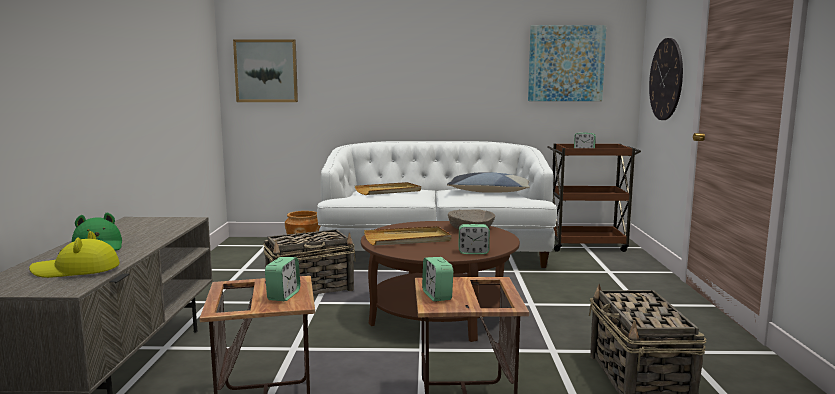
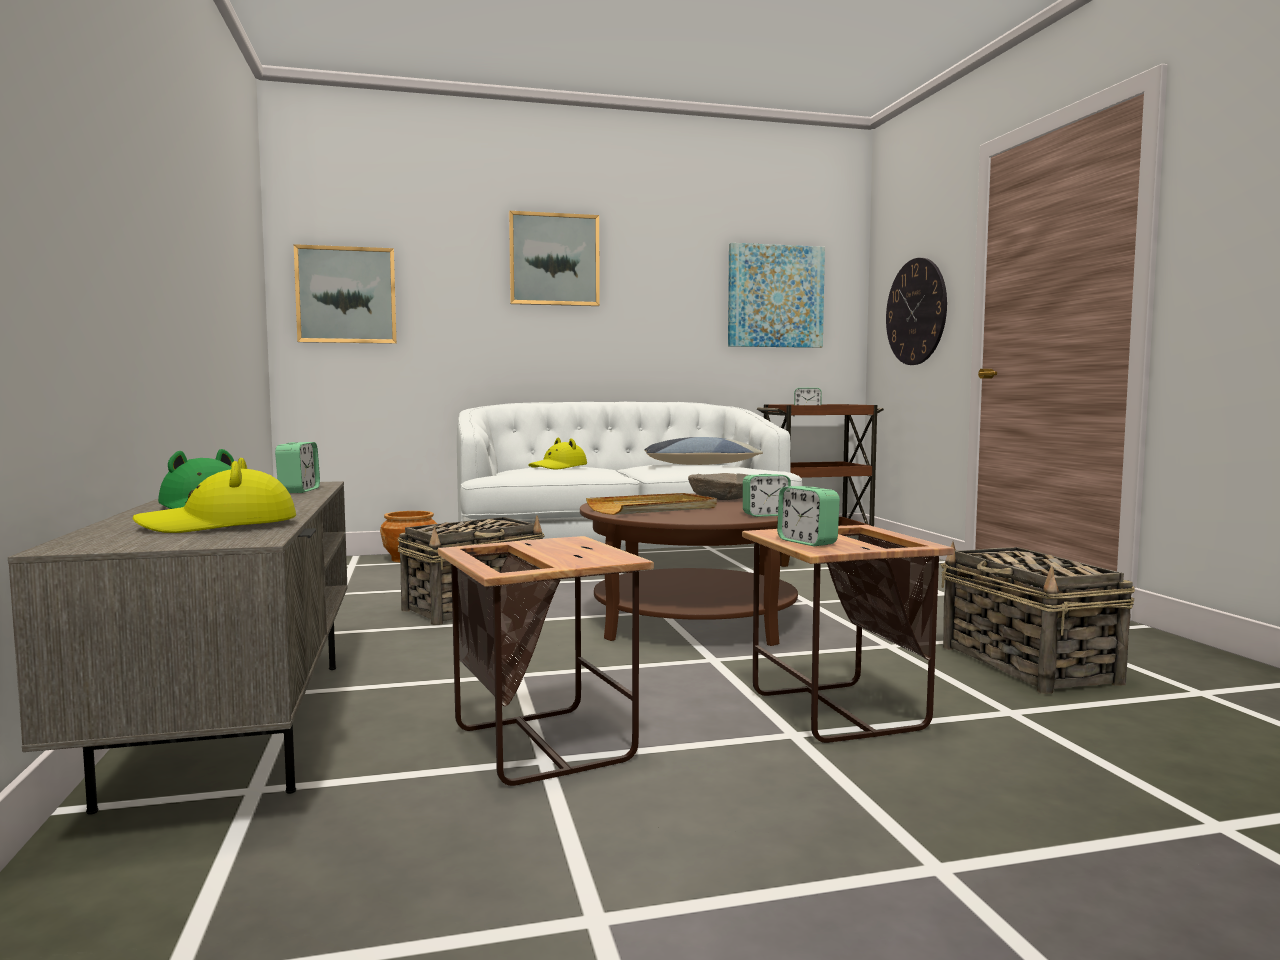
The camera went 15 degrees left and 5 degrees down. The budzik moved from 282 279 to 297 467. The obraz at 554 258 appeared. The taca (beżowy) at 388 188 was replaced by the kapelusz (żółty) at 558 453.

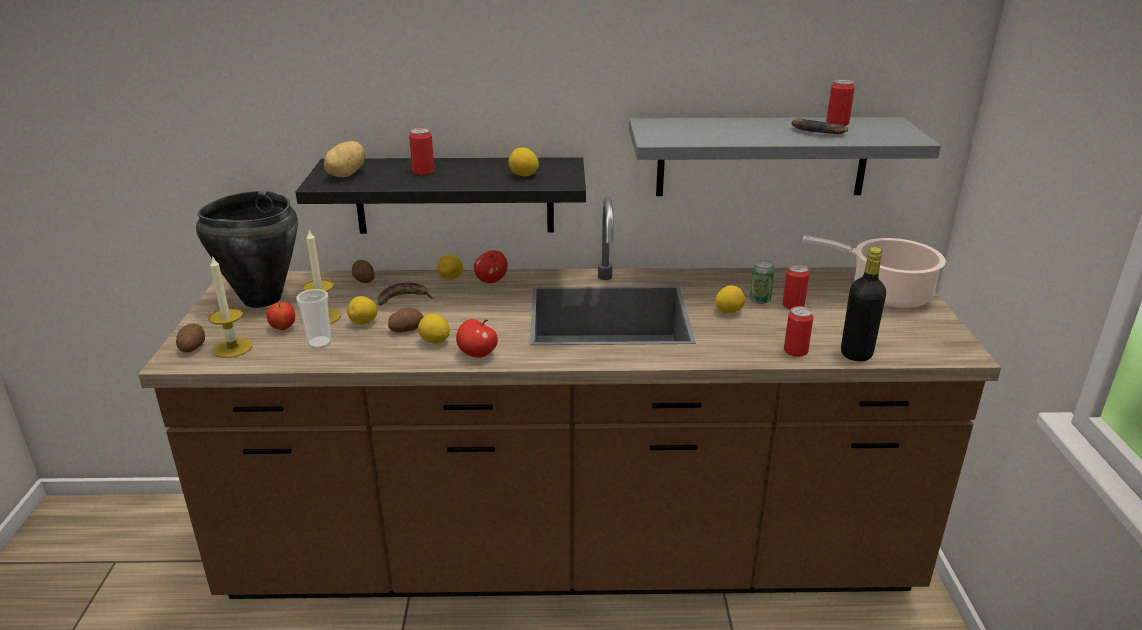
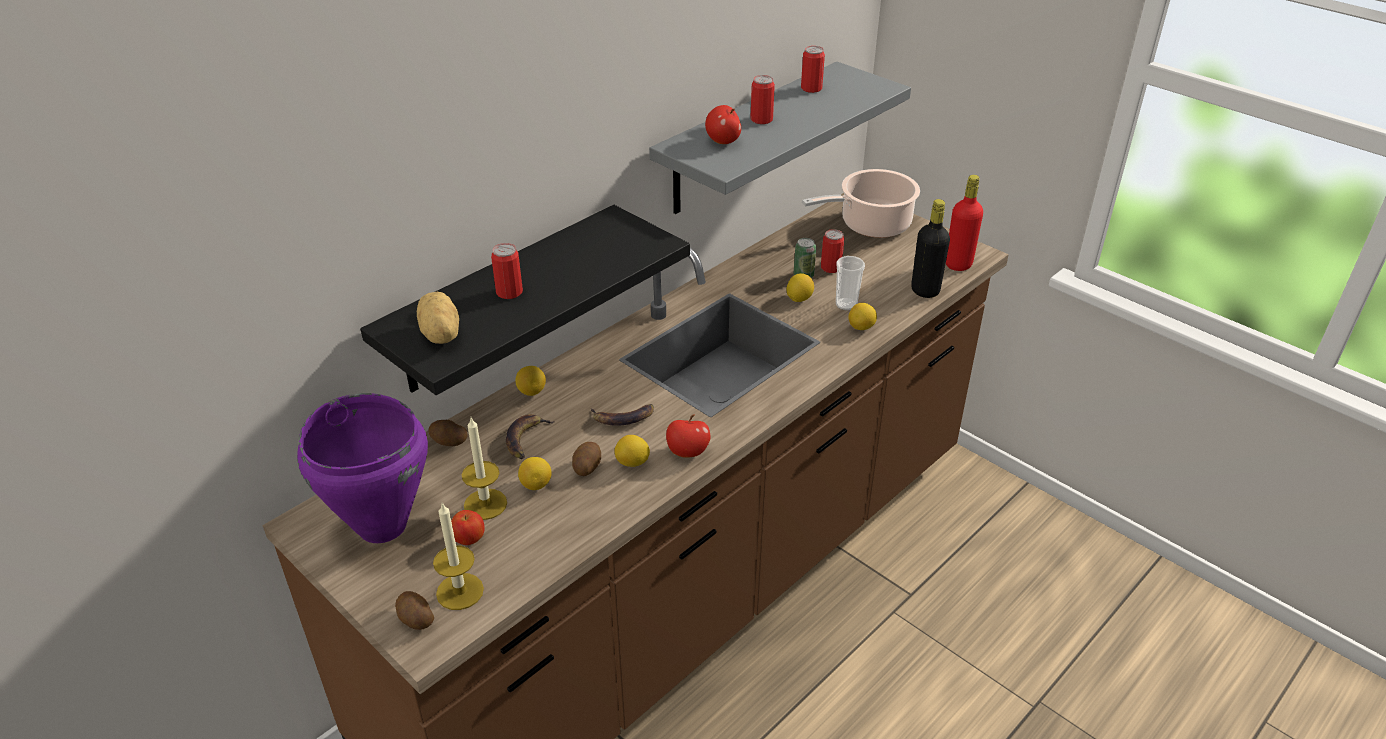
The camera went 45 degrees left and 10 degrees up. The garnek (czarny) at 247 249 became the garnek (fioletowy) at 362 468. The banan moved from 819 126 to 622 415. The jabłko moved from 491 266 to 723 124. The puszka moved from 798 331 to 762 99. The filiżanka moved from 314 319 to 850 283. The cytryna moved from 523 161 to 863 316. The butelka (czerwony) at 964 223 appeared.

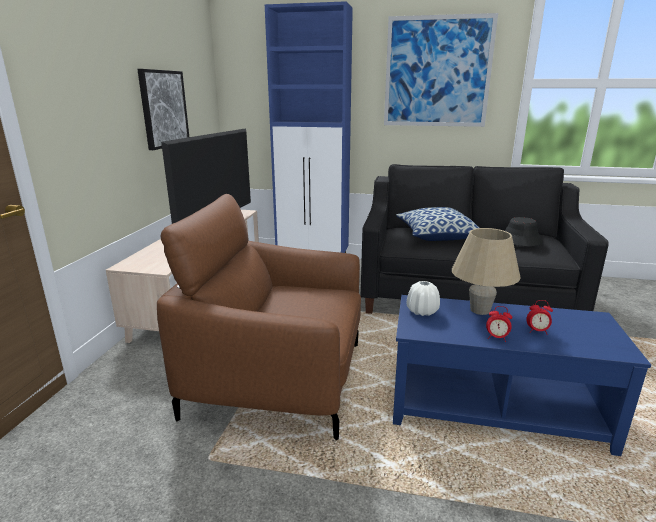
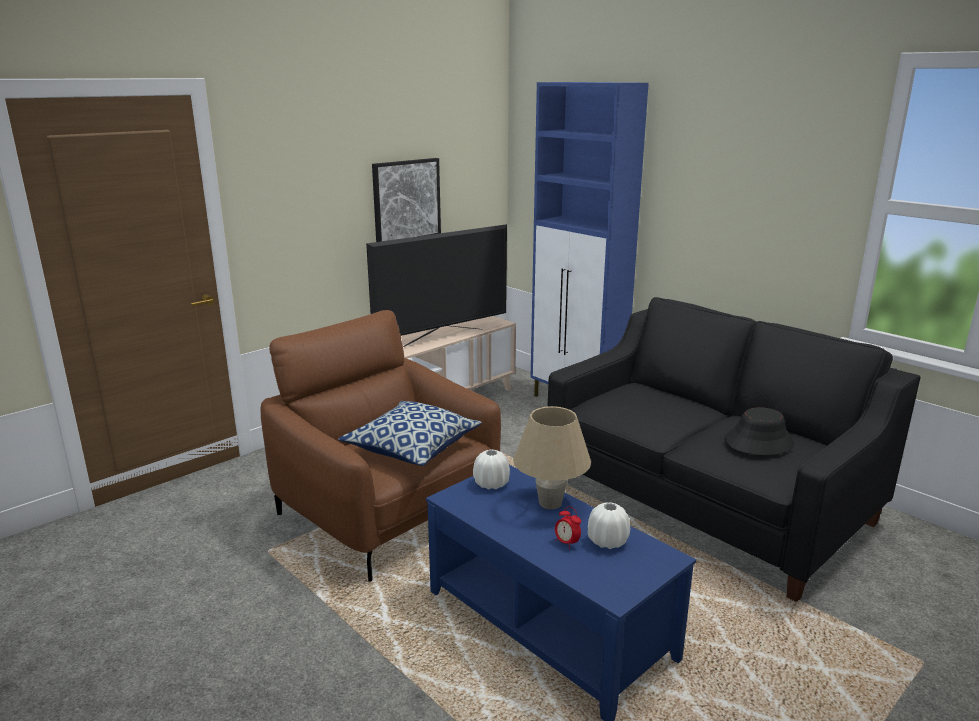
The camera went 35 degrees right and 0 degrees up. The poduszka moved from 437 224 to 410 433. The wazon (biały) at 609 525 appeared. The obraz at 441 70 disappeared. The budzik at 499 324 disappeared.

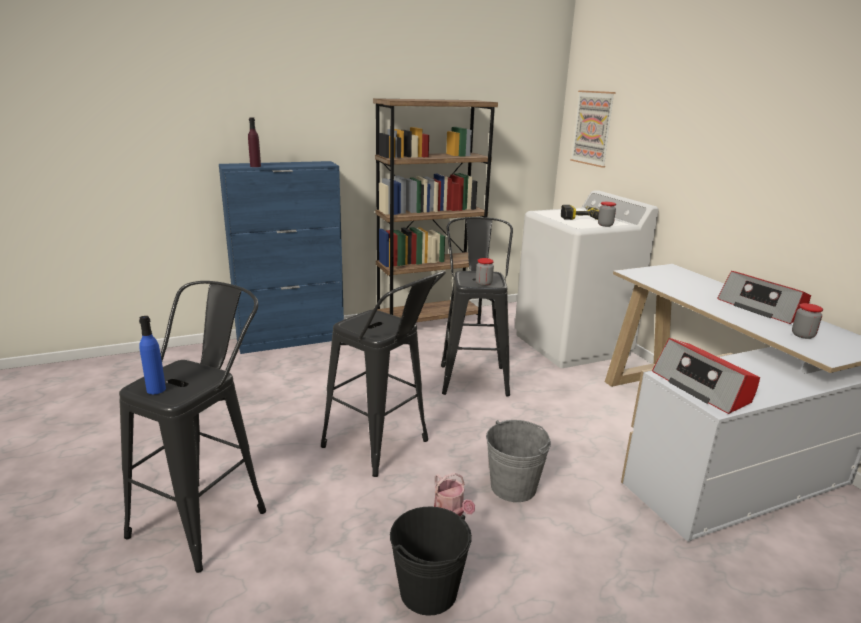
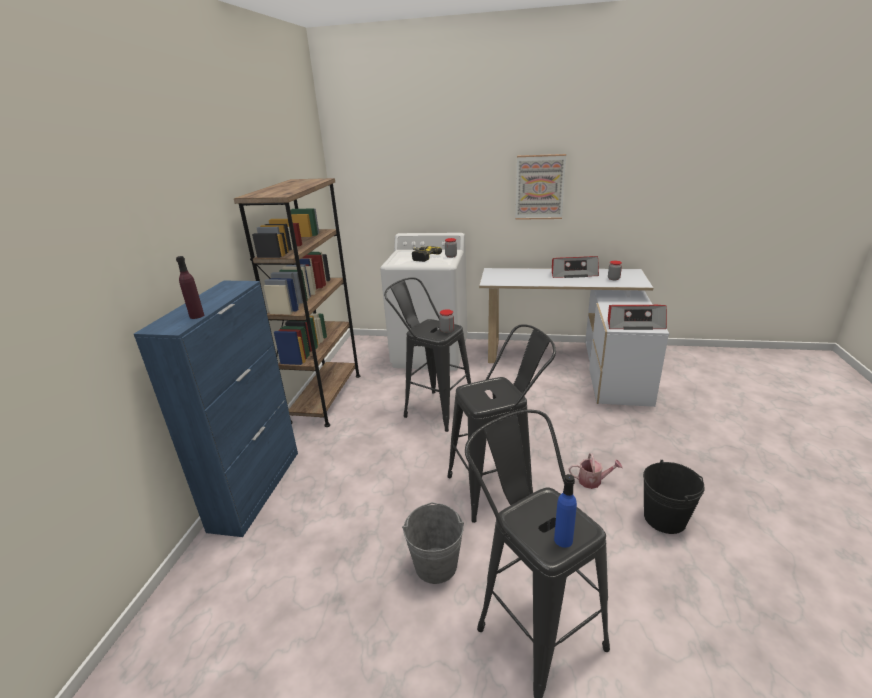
The camera went 55 degrees left and 5 degrees up. The wiadro (szary) moved from 518 461 to 433 543. The obraz moved from 593 129 to 540 187.

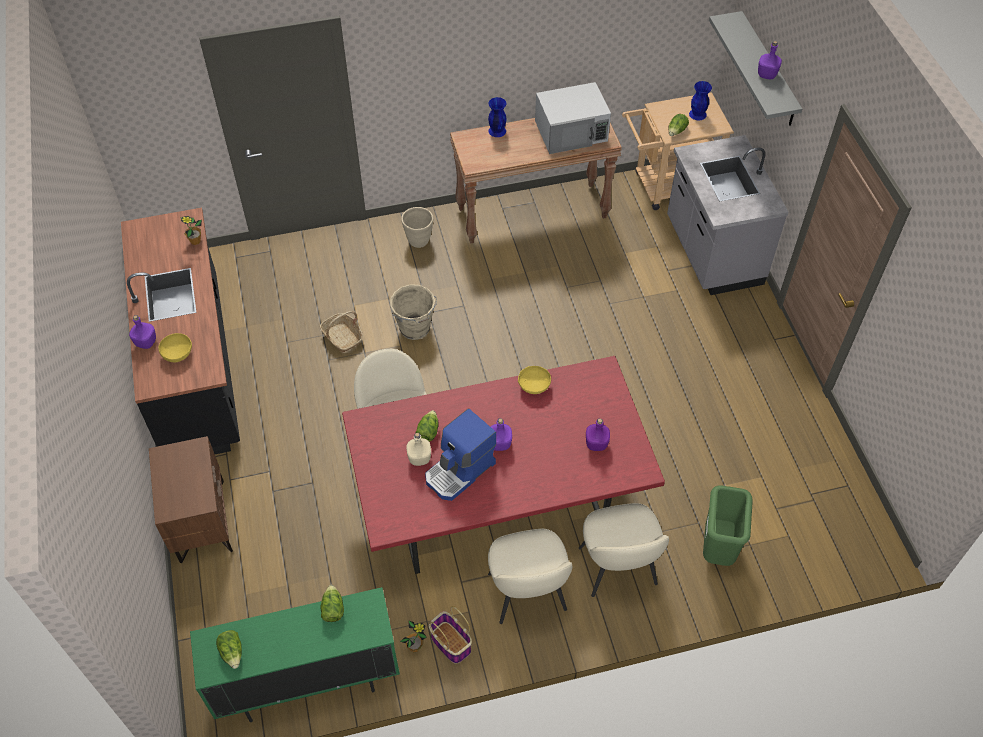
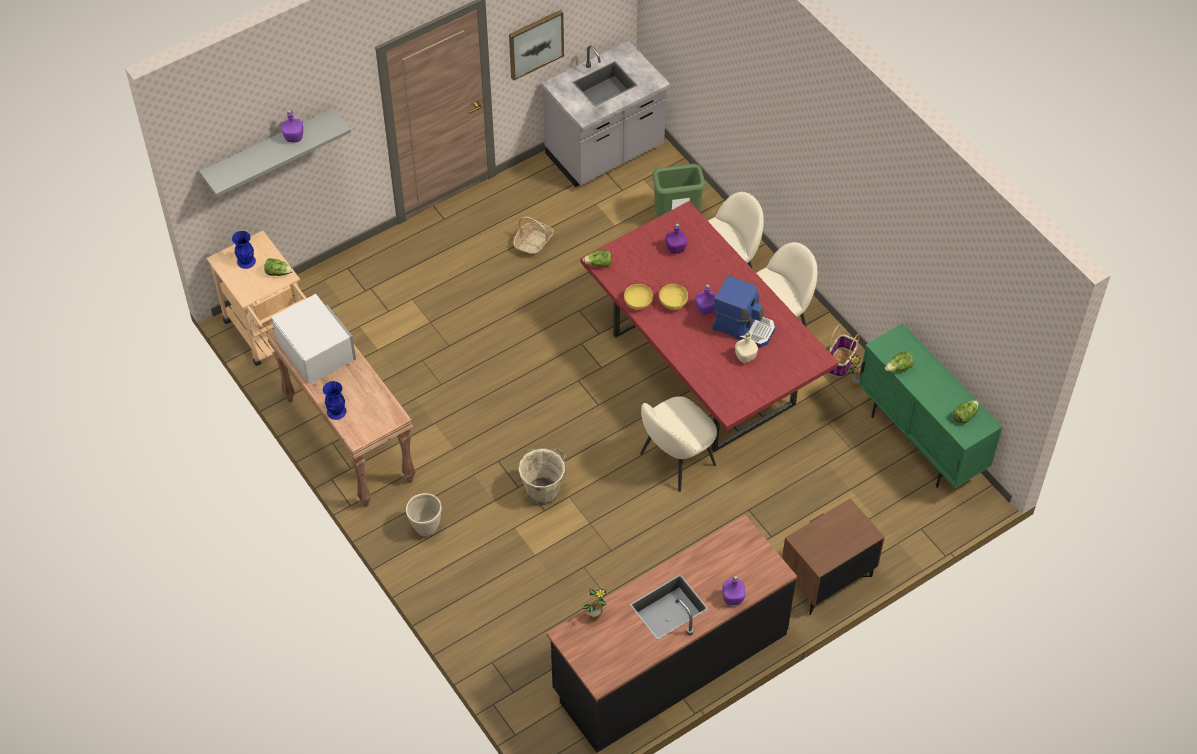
The camera went 110 degrees left and 0 degrees up. The obraz at 536 45 appeared. The koszyk moved from 341 331 to 533 237. The zabudowa kuchenna (szary) moved from 728 215 to 606 114. The sałata moved from 427 426 to 597 258. The miska (żółty) moved from 175 347 to 673 297.

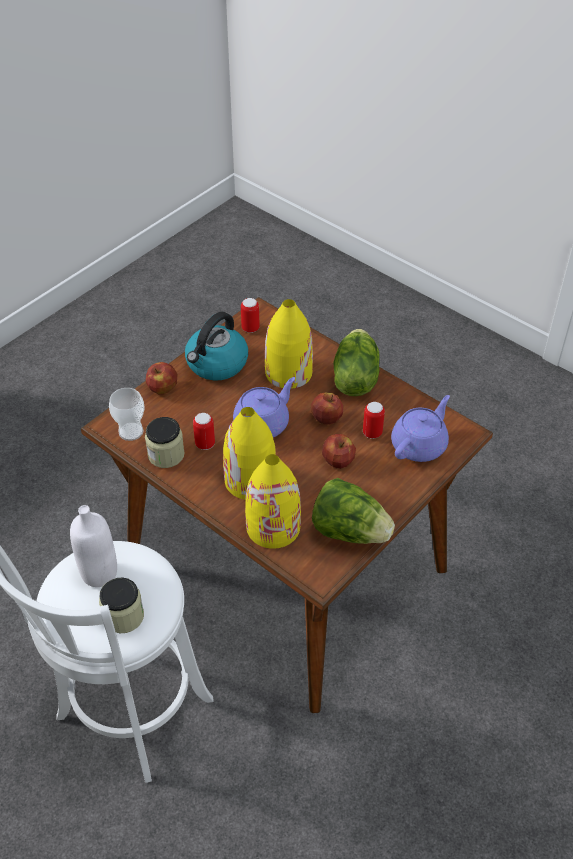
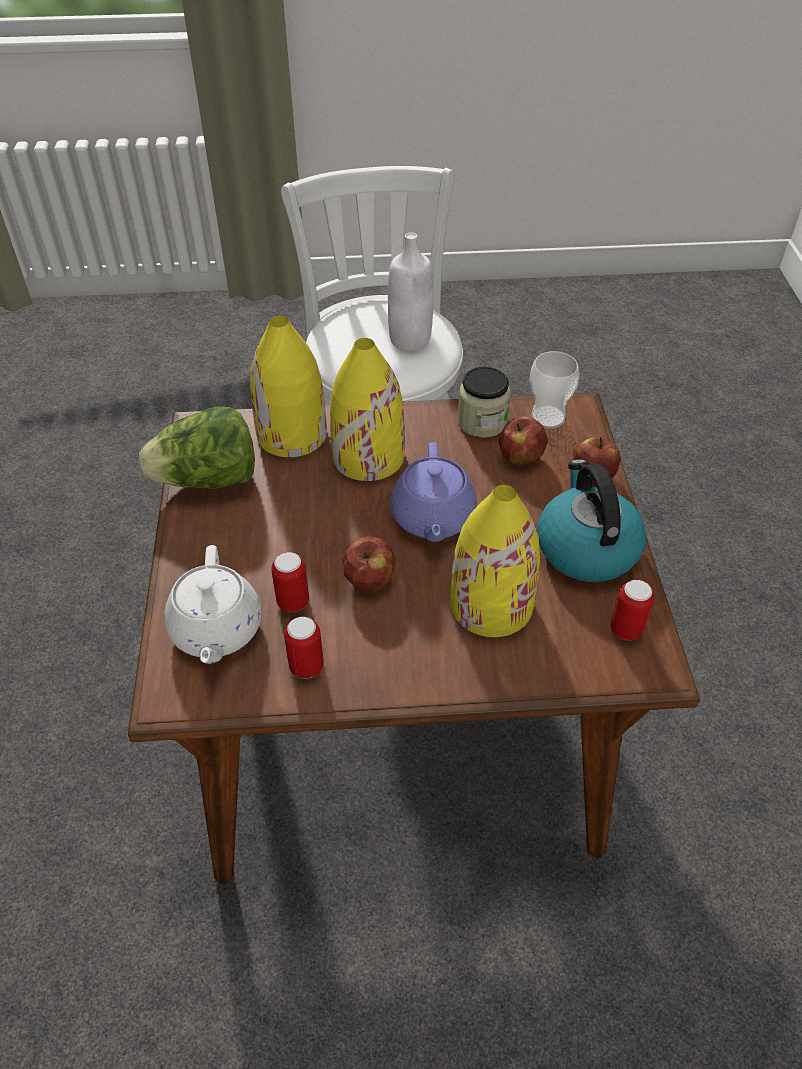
The camera went 135 degrees right and 0 degrees up. The imbryk (fioletowy) at 420 428 became the imbryk (biały) at 213 604. The puszka moved from 204 431 to 304 648. The jabłko moved from 339 451 to 523 440. The słoik at 121 605 disappeared. The sałata at 357 362 disappeared.

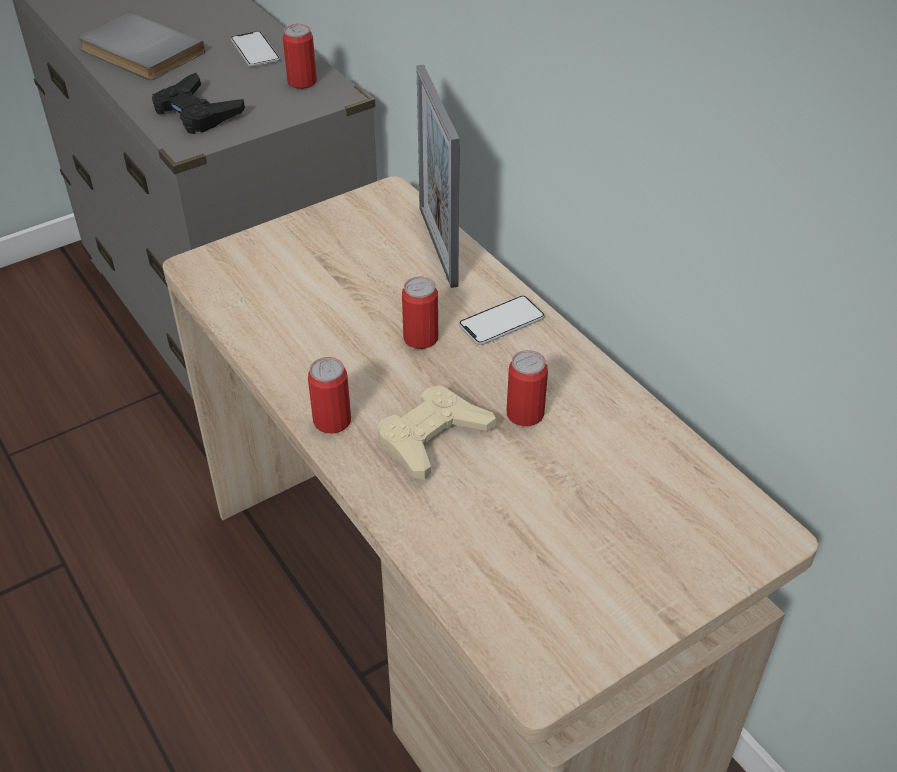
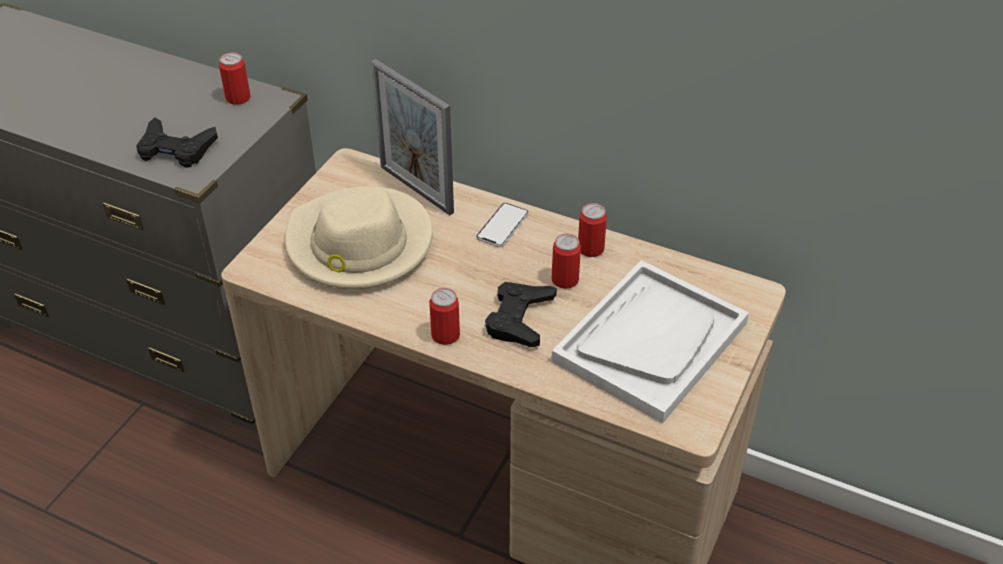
The camera went 30 degrees left and 0 degrees up. The kapelusz (beżowy) at 358 238 appeared. The pad do gier (beżowy) at 436 432 became the pad do gier (czarny) at 521 314. The taca (biały) at 650 341 appeared. The puszka moved from 420 312 to 592 230. The książka (szary) at 141 46 disappeared. The telefon at 255 49 disappeared.

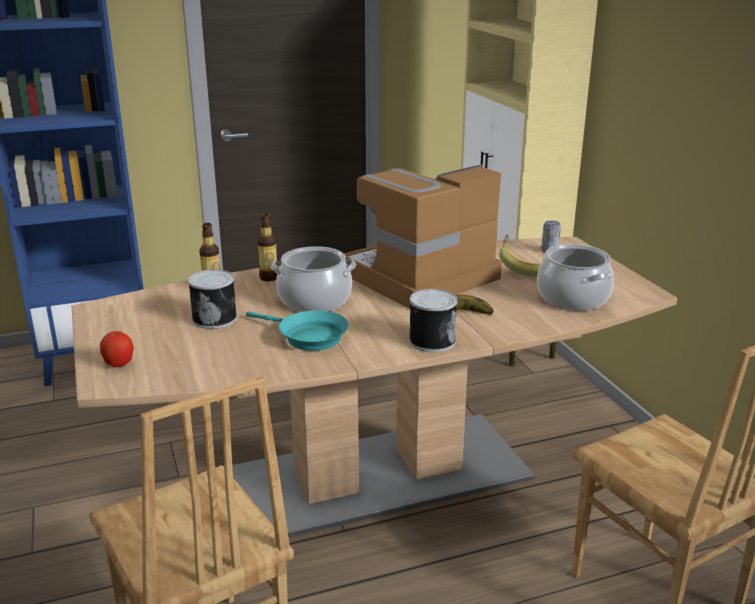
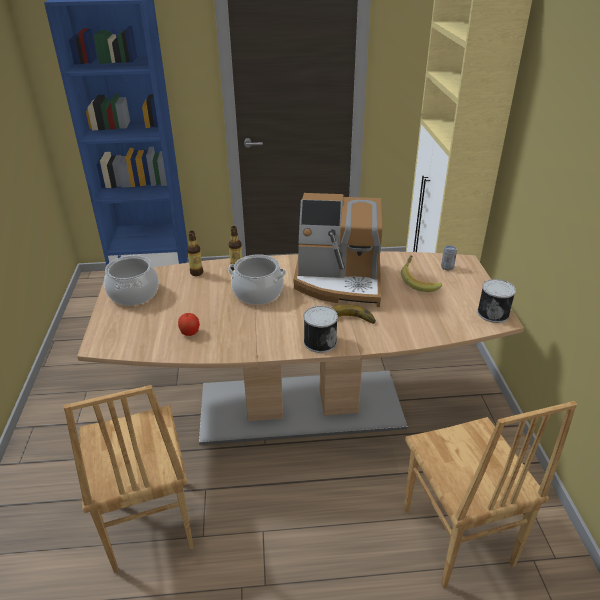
The camera went 15 degrees right and 10 degrees up. The garnek moved from 575 277 to 131 280. The jabłko moved from 117 349 to 189 324. The ekspres do kawy at 423 237 turned 150 degrees counterclockwise. The puszka moved from 212 299 to 496 301. The patelnia (turkusowy) at 297 330 disappeared.

